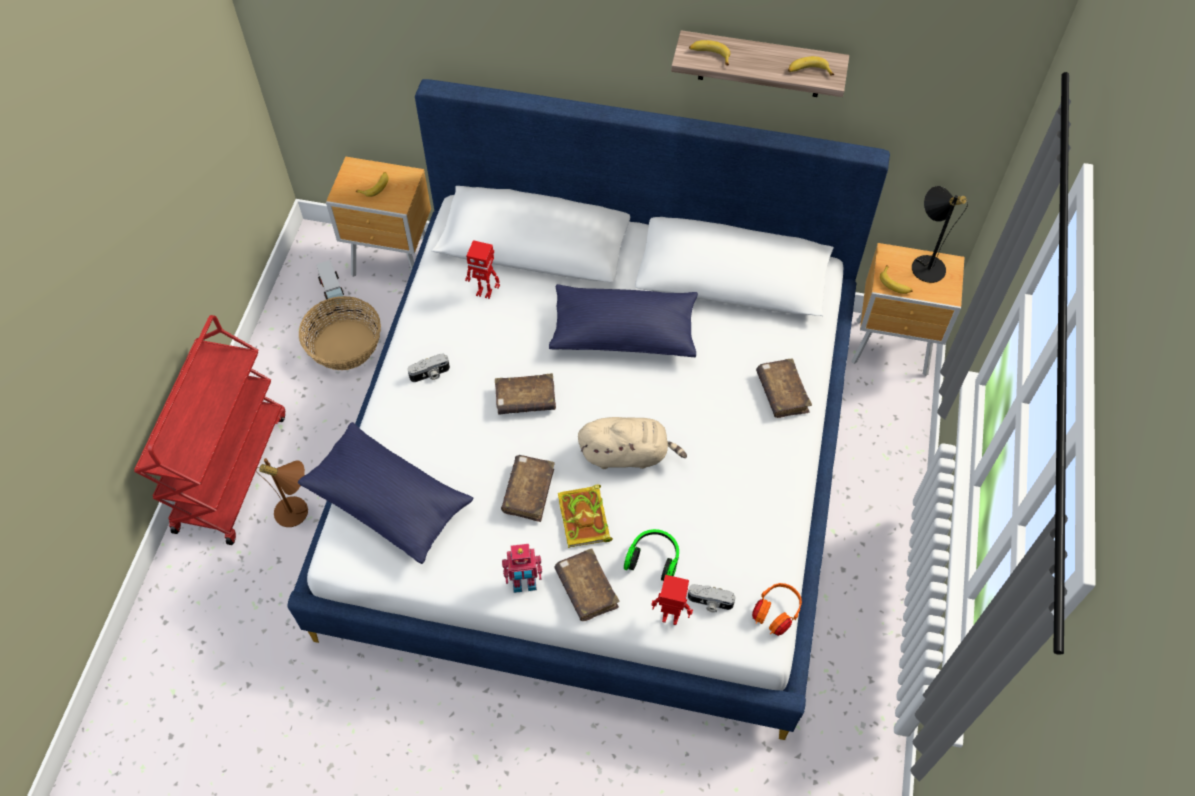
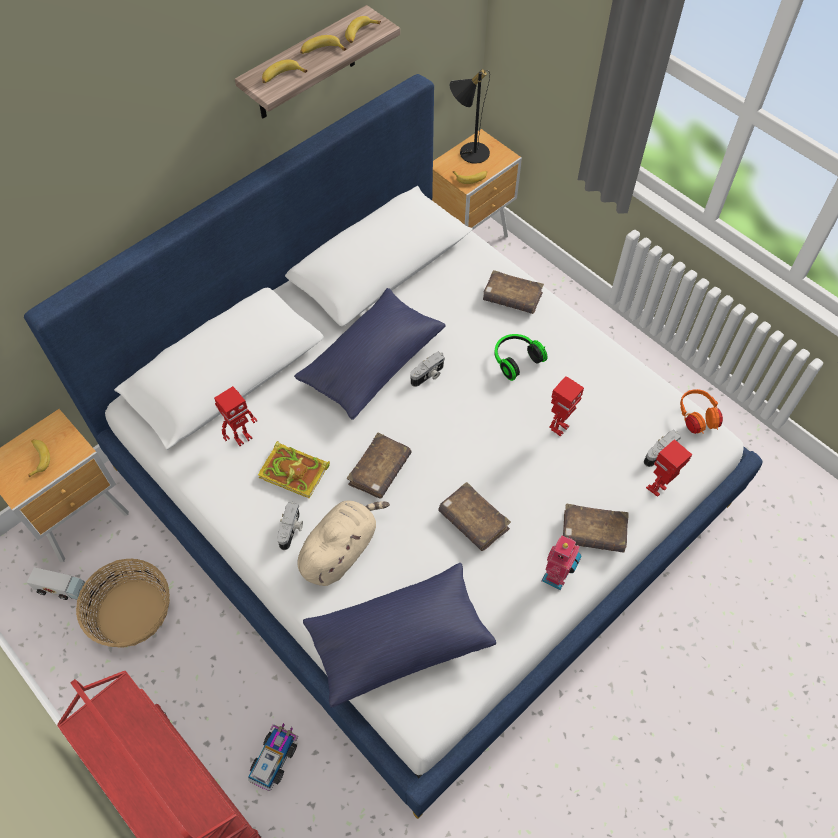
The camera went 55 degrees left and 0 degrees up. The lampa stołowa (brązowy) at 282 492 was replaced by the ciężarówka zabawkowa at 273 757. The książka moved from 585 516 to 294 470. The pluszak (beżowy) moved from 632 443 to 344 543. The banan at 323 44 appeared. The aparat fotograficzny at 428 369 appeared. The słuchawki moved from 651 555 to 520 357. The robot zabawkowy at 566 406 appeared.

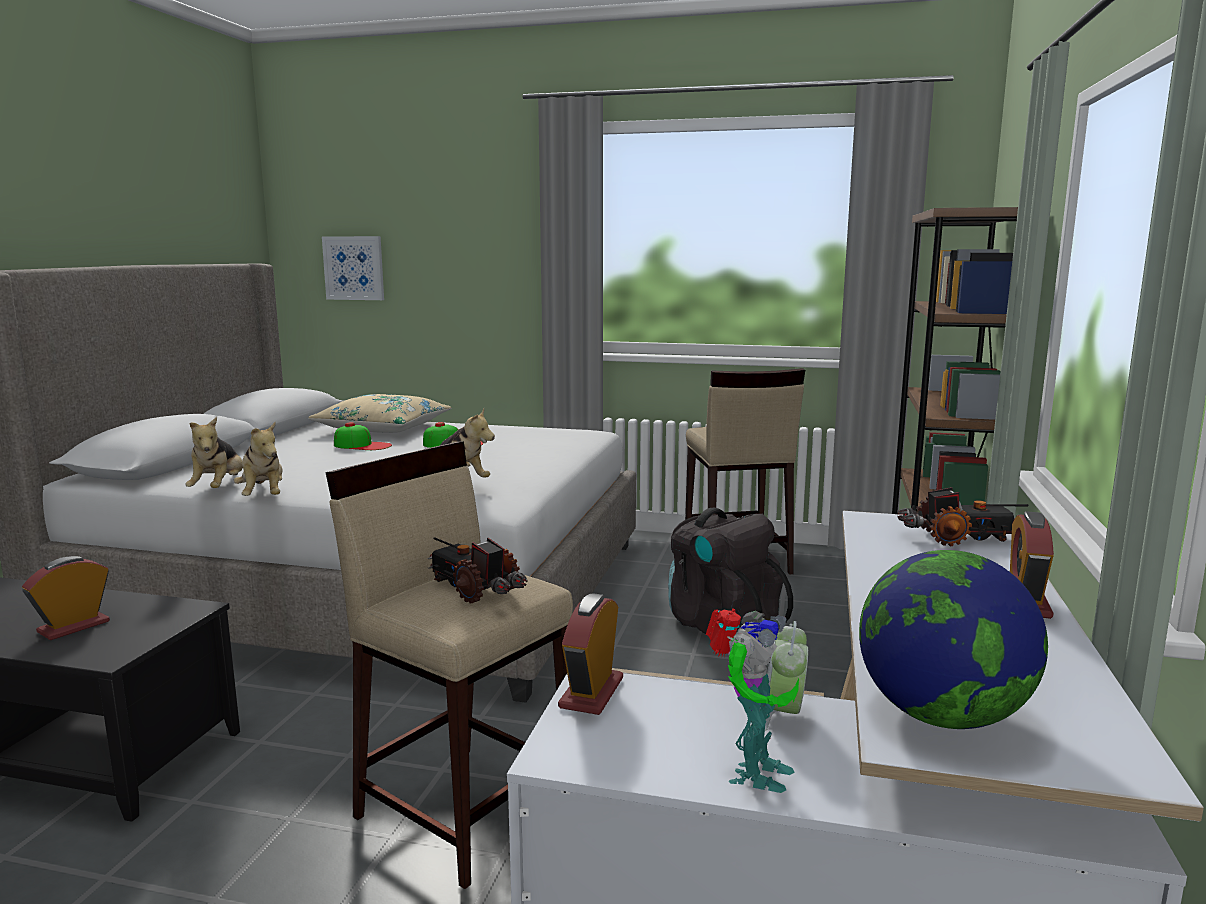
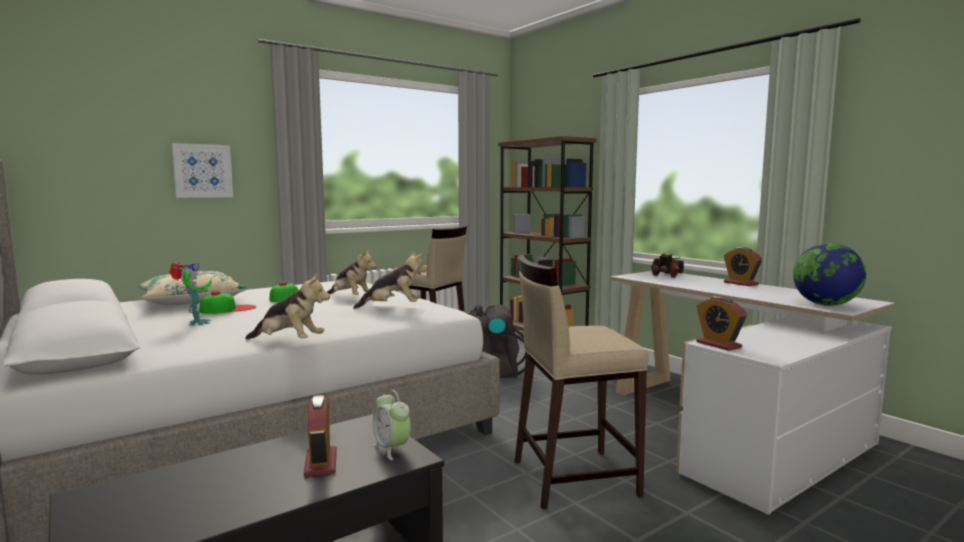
The camera went 50 degrees left and 5 degrees down. The robot zabawkowy moved from 752 700 to 190 294. The obraz moved from 353 268 to 202 170. The pluszak moved from 214 452 to 352 272. The budzik moved from 786 675 to 391 425. The ciężarówka zabawkowa at 477 570 disappeared.

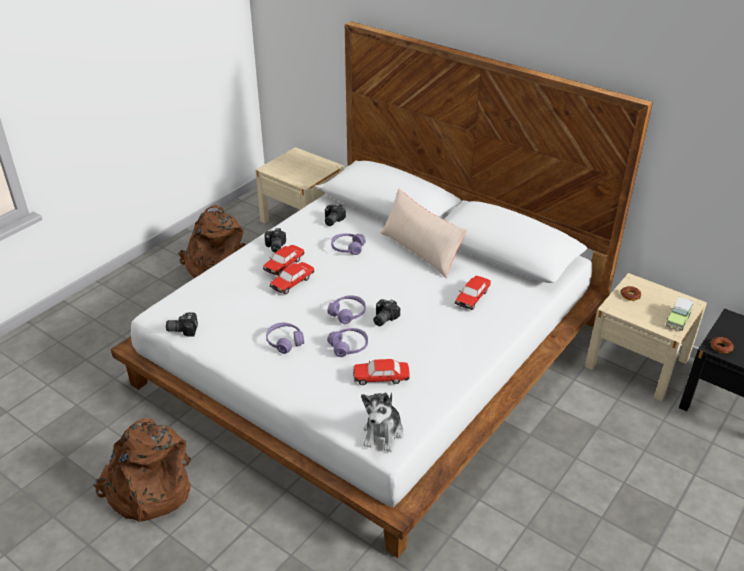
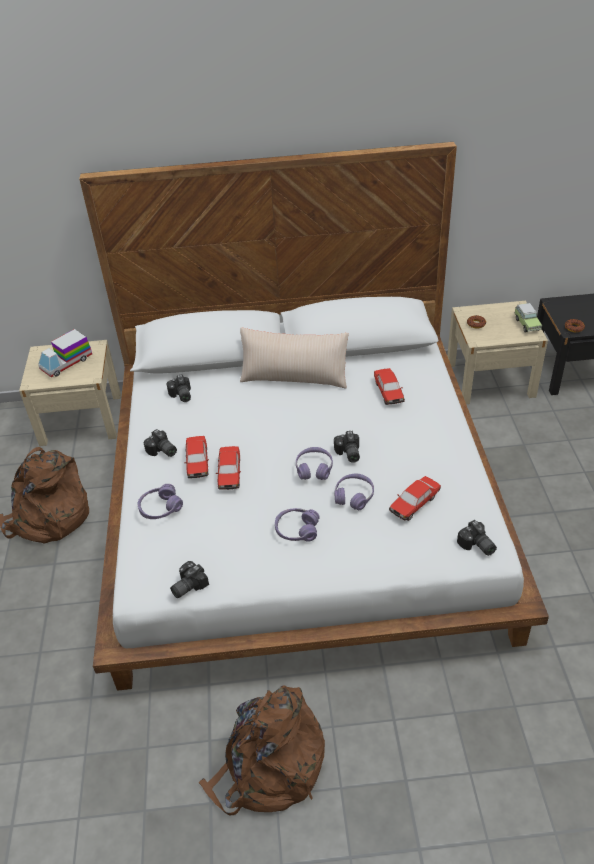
The camera went 40 degrees left and 5 degrees up. The ciężarówka zabawkowa at 65 353 appeared. The słuchawki (fioletowy) moved from 348 244 to 160 501. The pluszak at 382 422 was replaced by the aparat fotograficzny at 477 538.

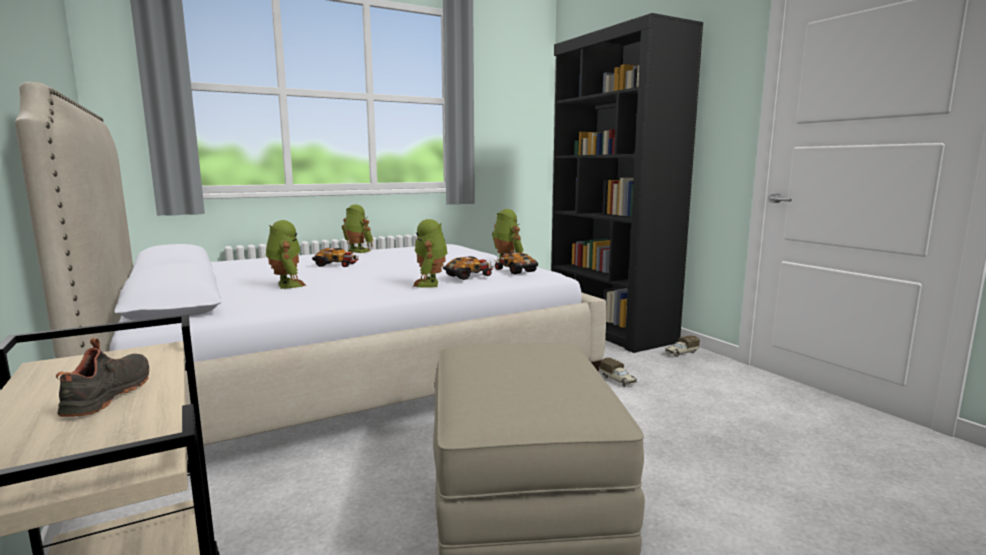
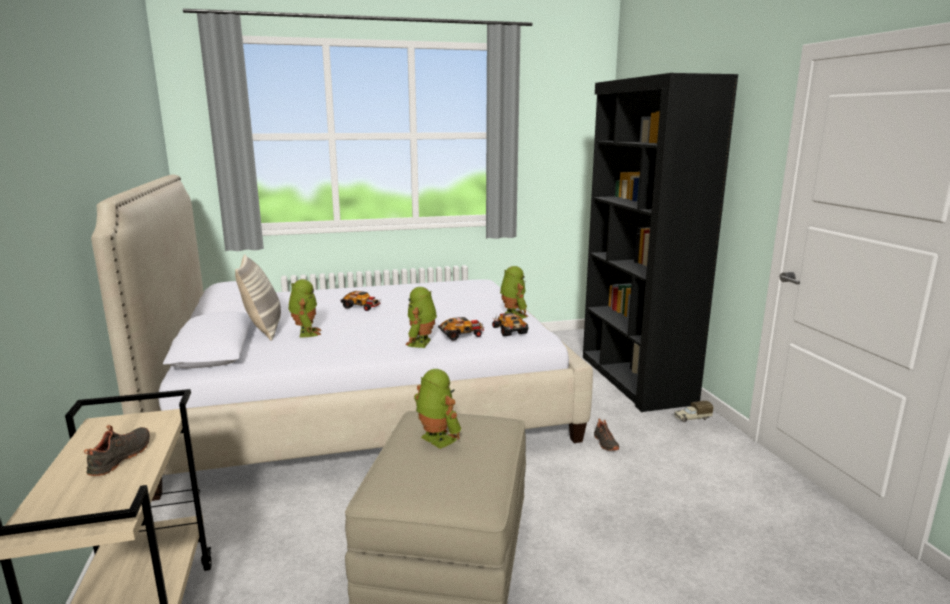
The camera went 15 degrees right and 5 degrees up. The poduszka at 258 297 appeared. The robot zabawkowy moved from 357 228 to 437 409. The ciężarówka zabawkowa at 618 372 was replaced by the but (czarny) at 606 434.

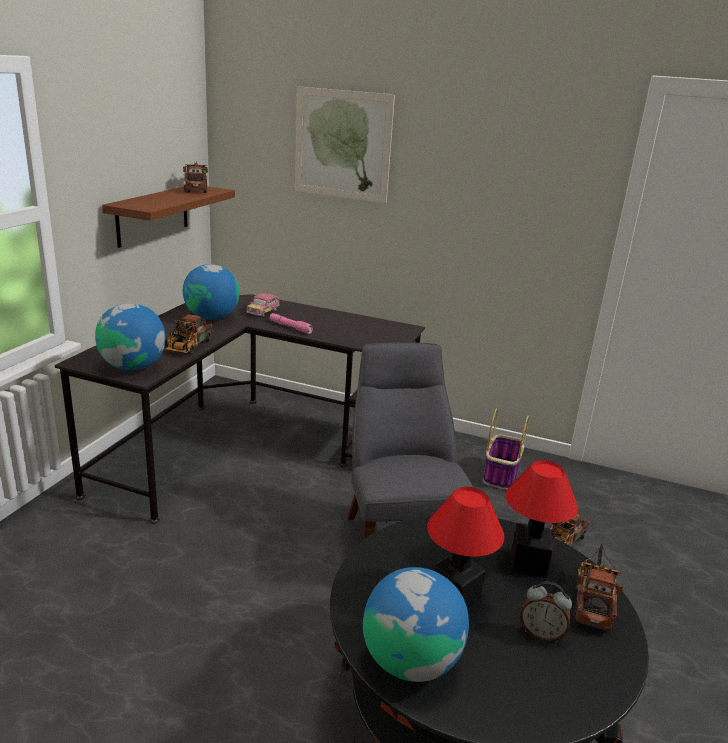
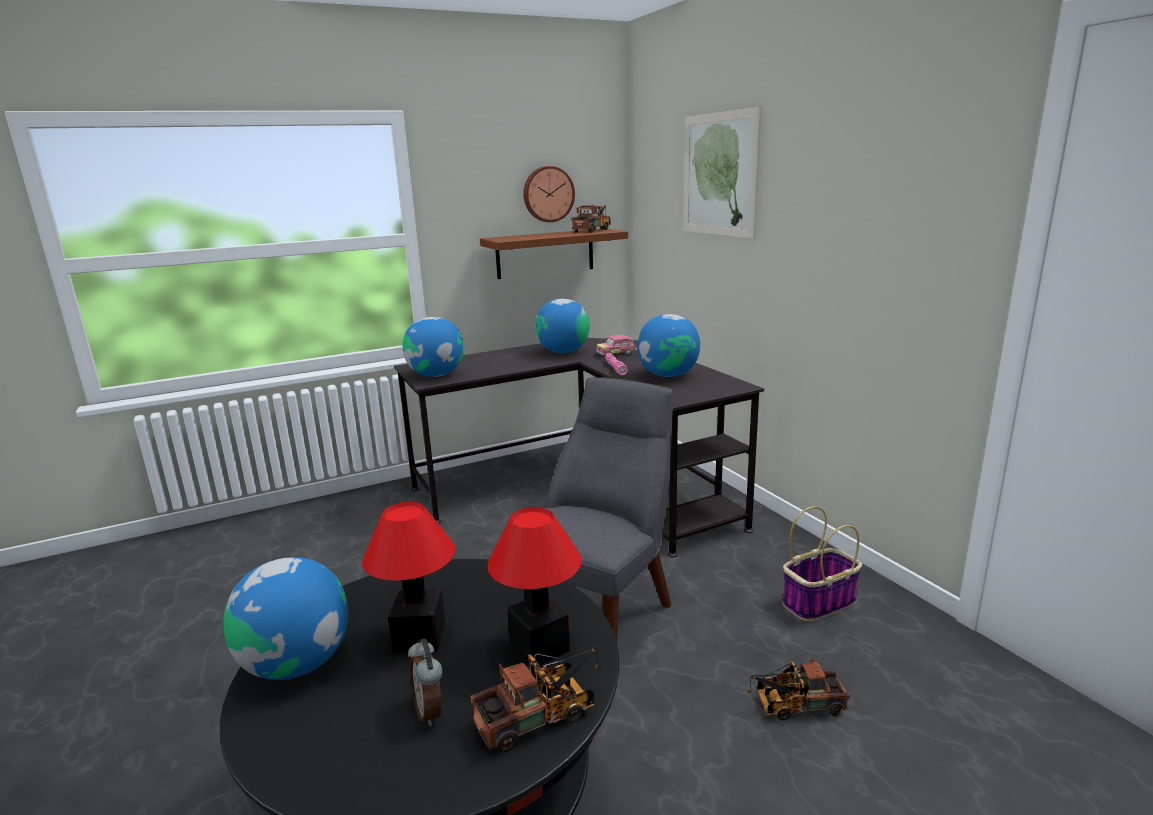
The camera went 45 degrees right and 5 degrees down. The zegar ścienny at 549 194 appeared. The globus at 669 345 appeared. The ciężarówka zabawkowa at 188 334 disappeared.

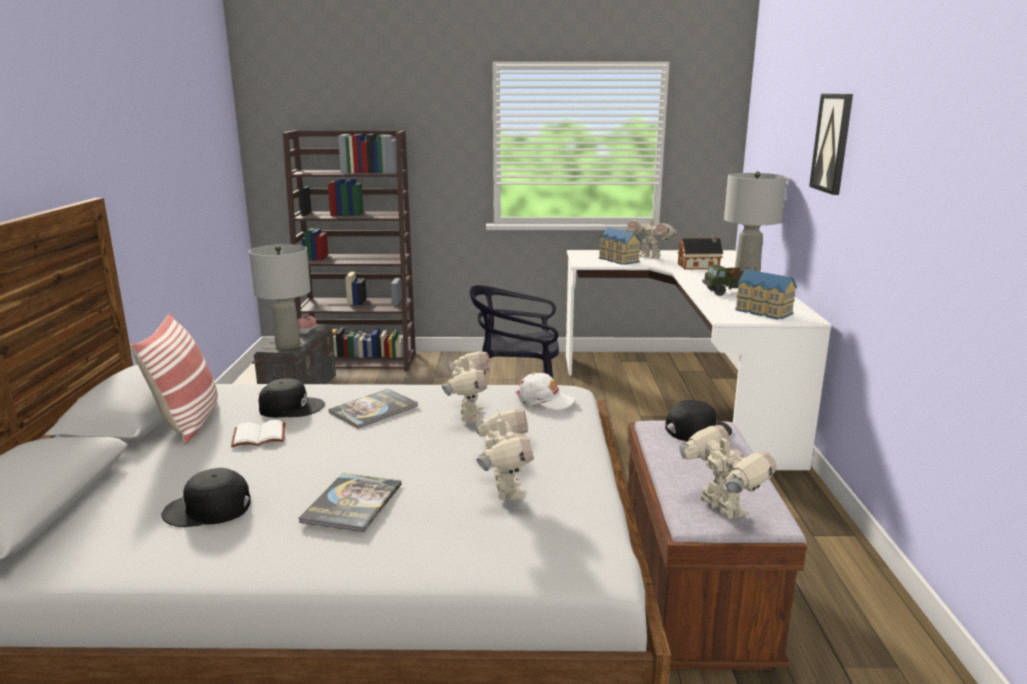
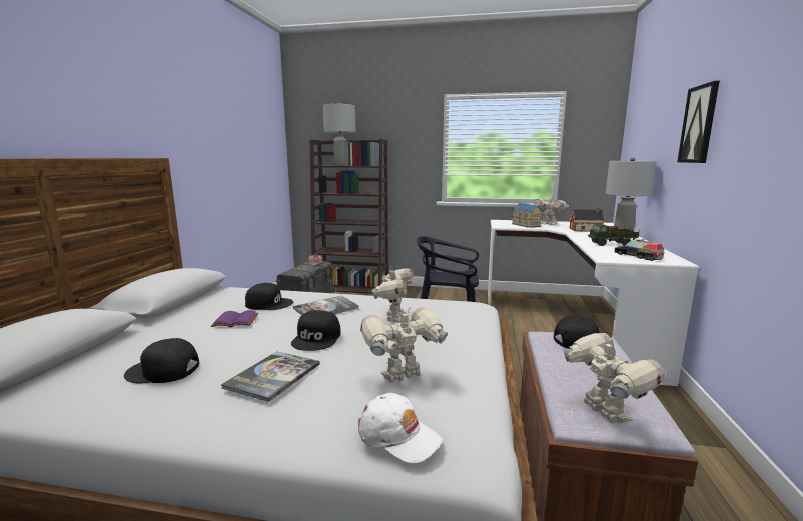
The camera went 10 degrees right and 5 degrees down. The książka (biały) at 258 433 became the książka (fioletowy) at 234 318. The czapka z daszkiem (czarny) at 315 330 appeared. The lampa stołowa (szary) moved from 280 297 to 339 134. The czapka z daszkiem (biały) moved from 545 391 to 400 428. The robot zabawkowy at 505 454 turned 120 degrees counterclockwise. The domek at 766 294 was replaced by the ciężarówka zabawkowa at 639 250. The poduszka at 174 379 disappeared.

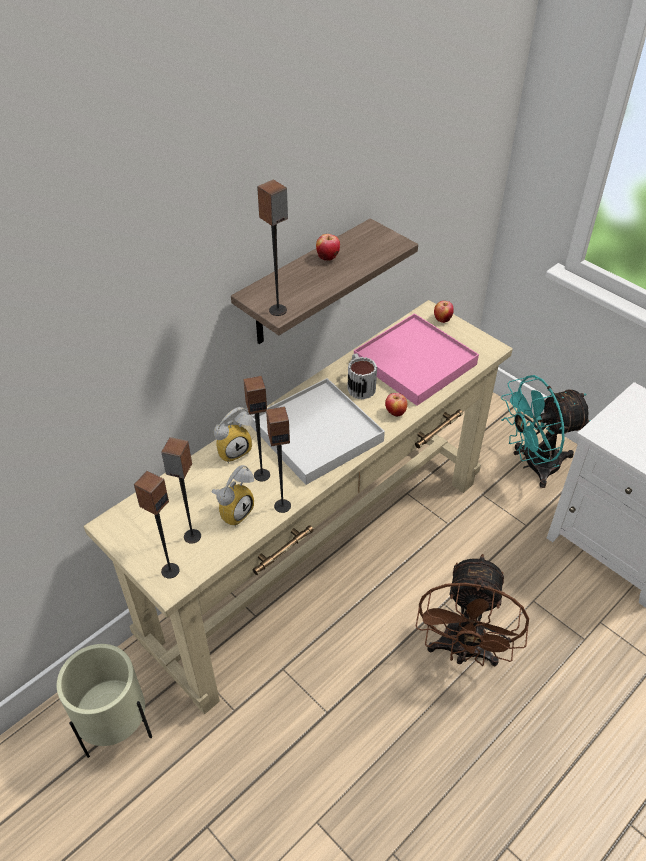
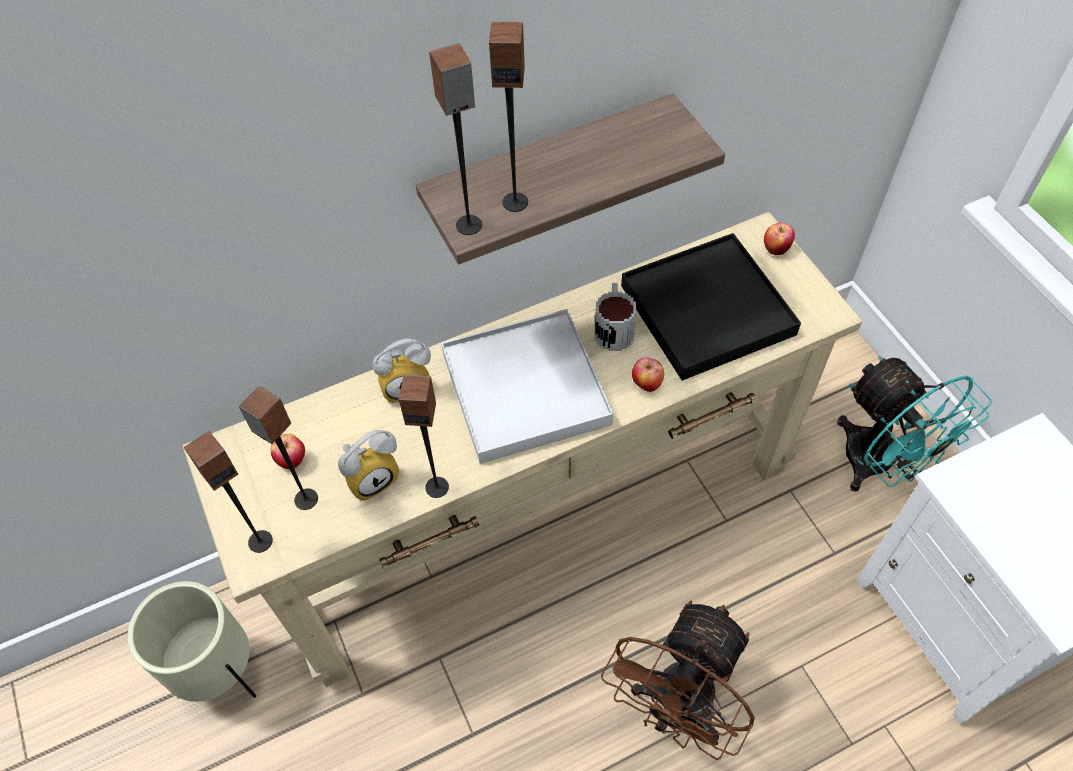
The camera went 20 degrees right and 10 degrees up. The jabłko moved from 328 247 to 288 451. The głośnik moved from 256 428 to 508 116. The taca (różowy) at 416 359 became the taca (czarny) at 711 307. The wentylator (turkusowy) at 546 431 turned 120 degrees counterclockwise.

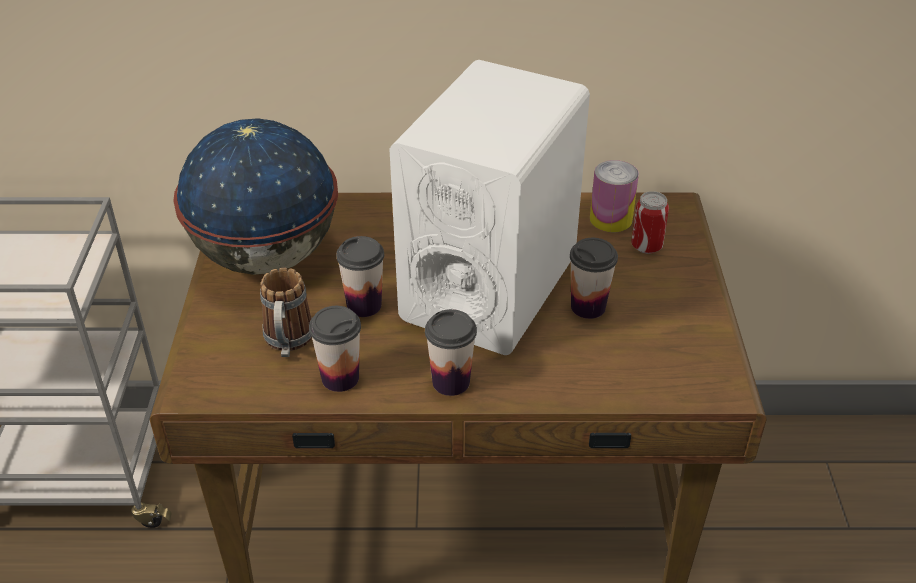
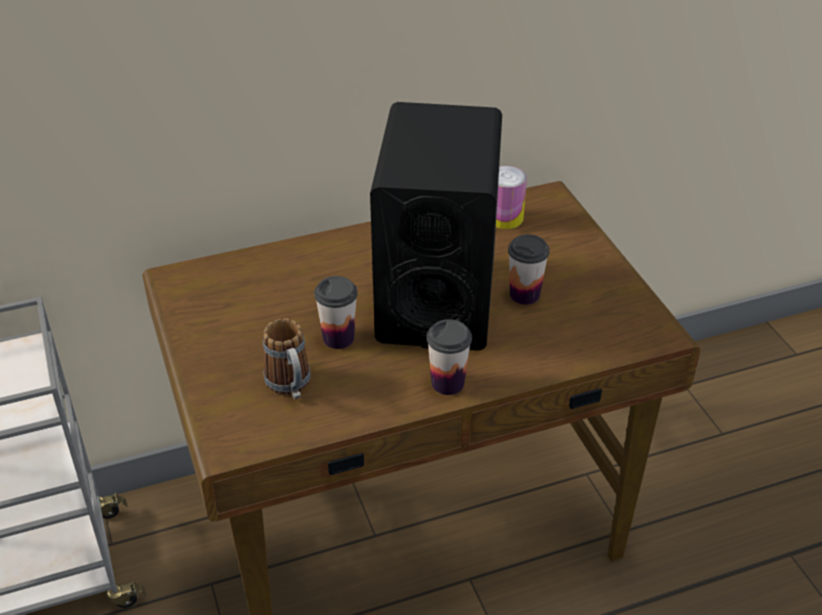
The camera went 20 degrees left and 0 degrees up. The głośnik (biały) at 489 207 became the głośnik (czarny) at 436 226. The globus at 255 196 disappeared. The filiżanka at 335 349 disappeared. The puszka at 650 222 disappeared.

